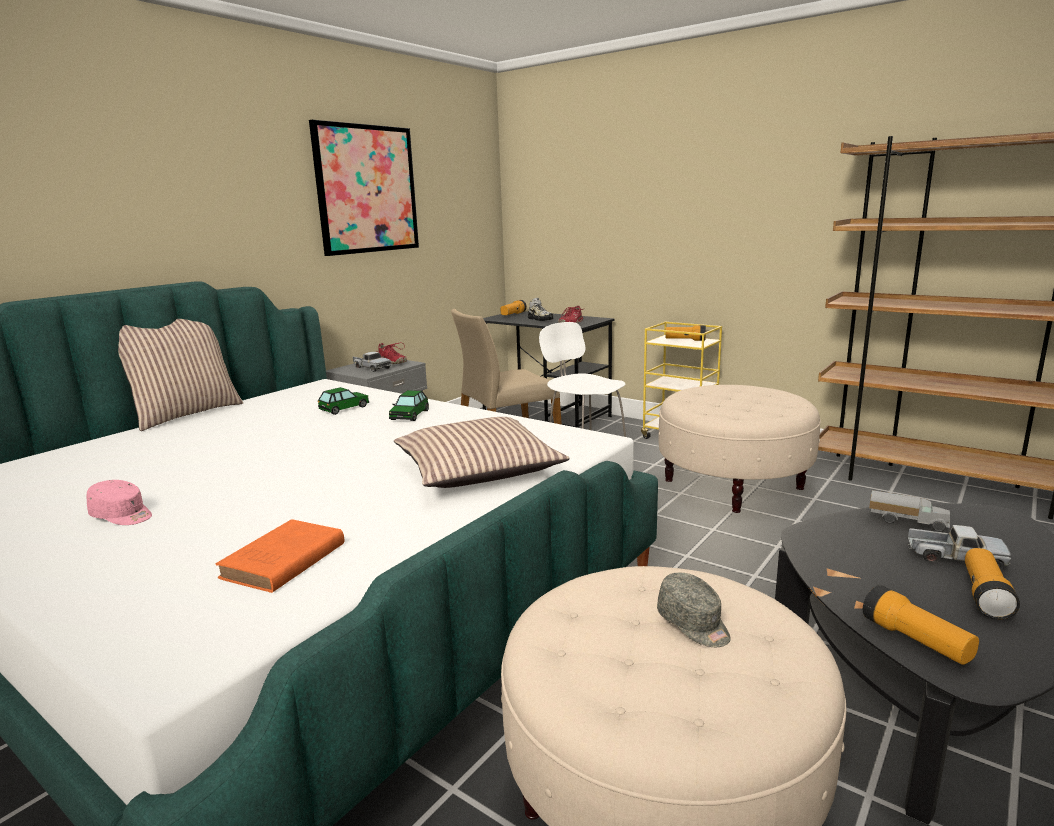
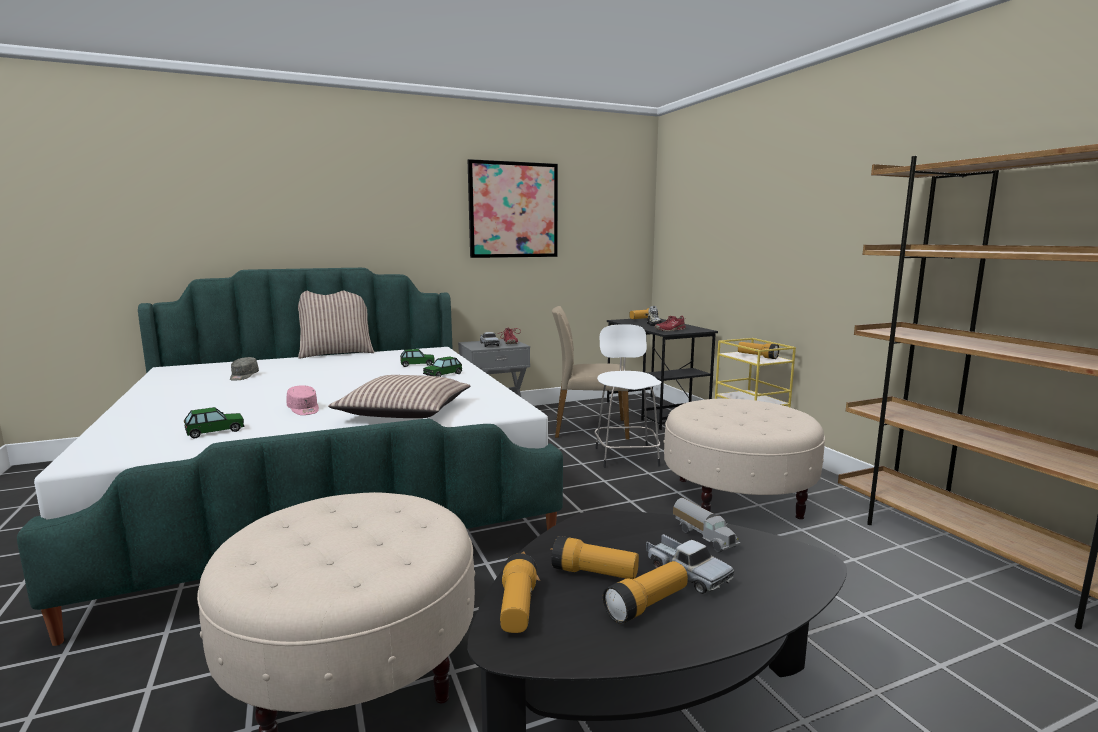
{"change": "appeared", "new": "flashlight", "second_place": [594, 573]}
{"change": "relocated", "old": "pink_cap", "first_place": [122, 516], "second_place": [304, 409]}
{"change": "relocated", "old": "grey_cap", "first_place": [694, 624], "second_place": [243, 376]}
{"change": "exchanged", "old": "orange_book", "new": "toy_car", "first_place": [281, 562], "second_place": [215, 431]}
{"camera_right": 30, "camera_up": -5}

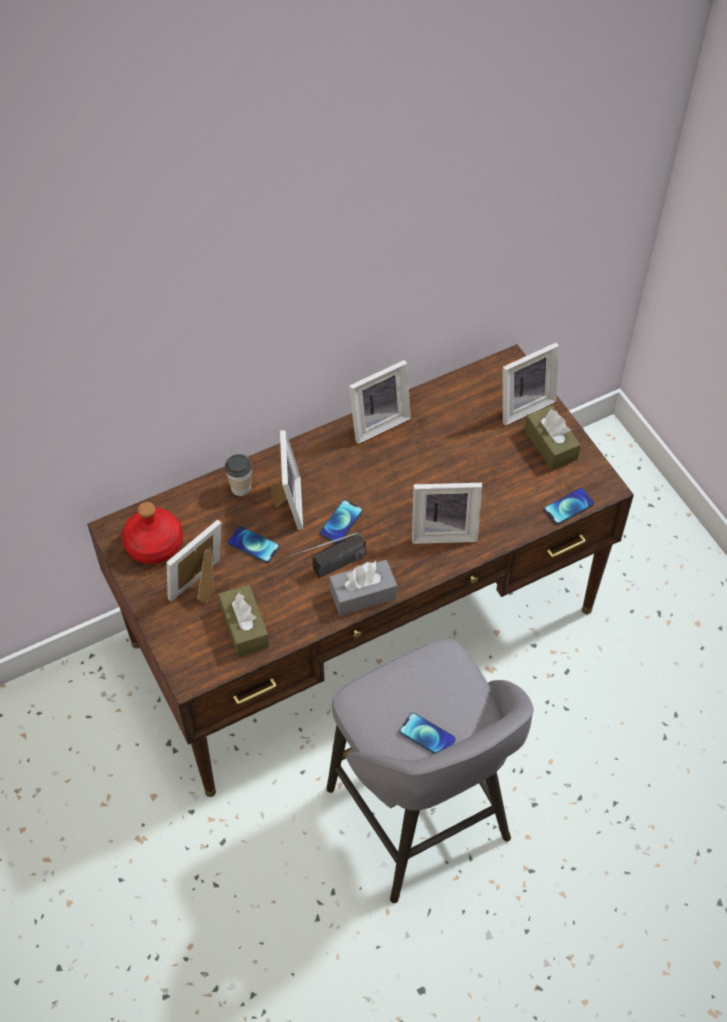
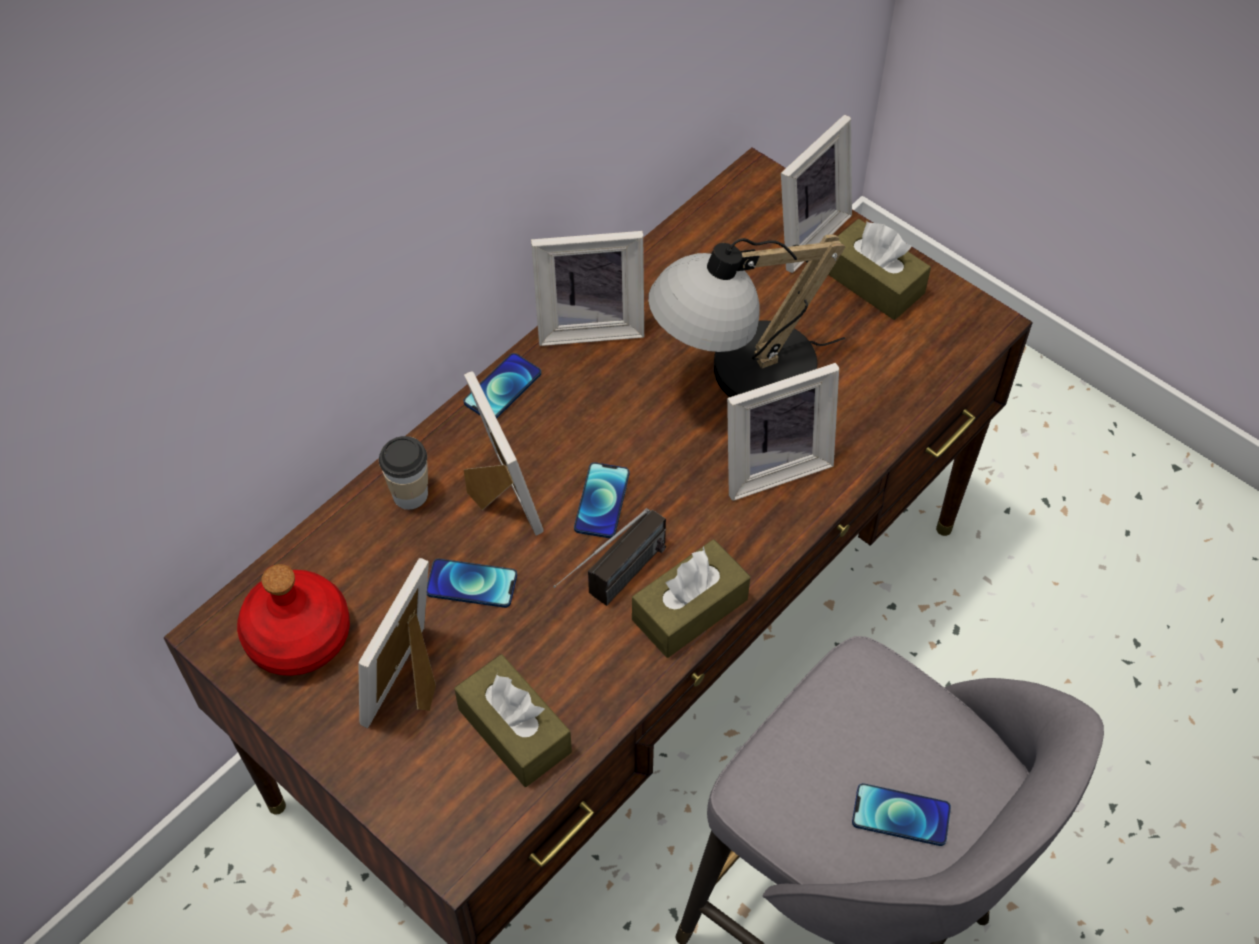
{"change": "appeared", "new": "table_lamp", "second_place": [738, 379]}
{"change": "relocated", "old": "phone", "first_place": [569, 507], "second_place": [502, 388]}
{"change": "colour", "old": "grey_tissue_box", "new": "brown_tissue_box", "first_place": [363, 594], "second_place": [690, 609]}
{"change": "spun", "old": "picture_frame", "first_place": [377, 422], "second_place": [589, 324], "degrees": 45}
{"camera_right": -20, "camera_up": 0}

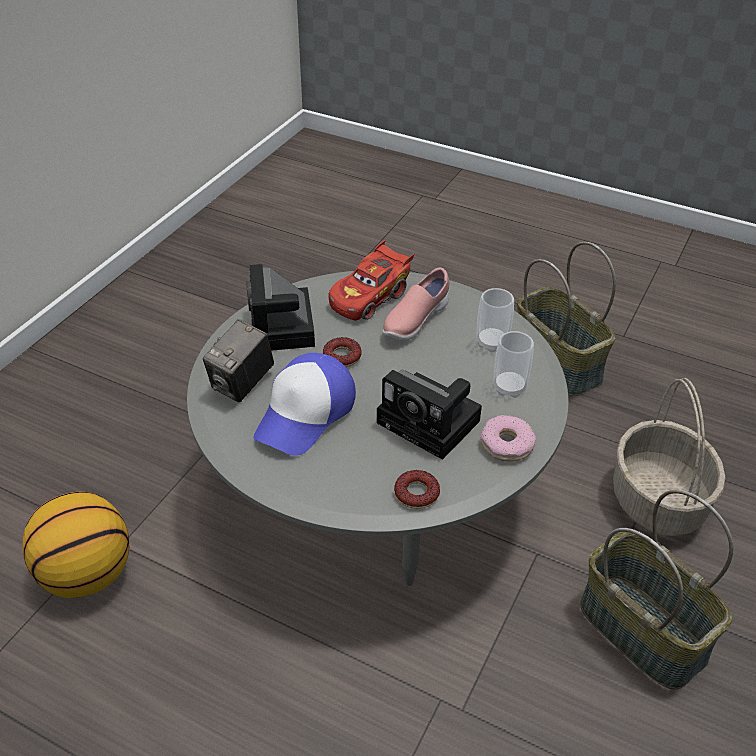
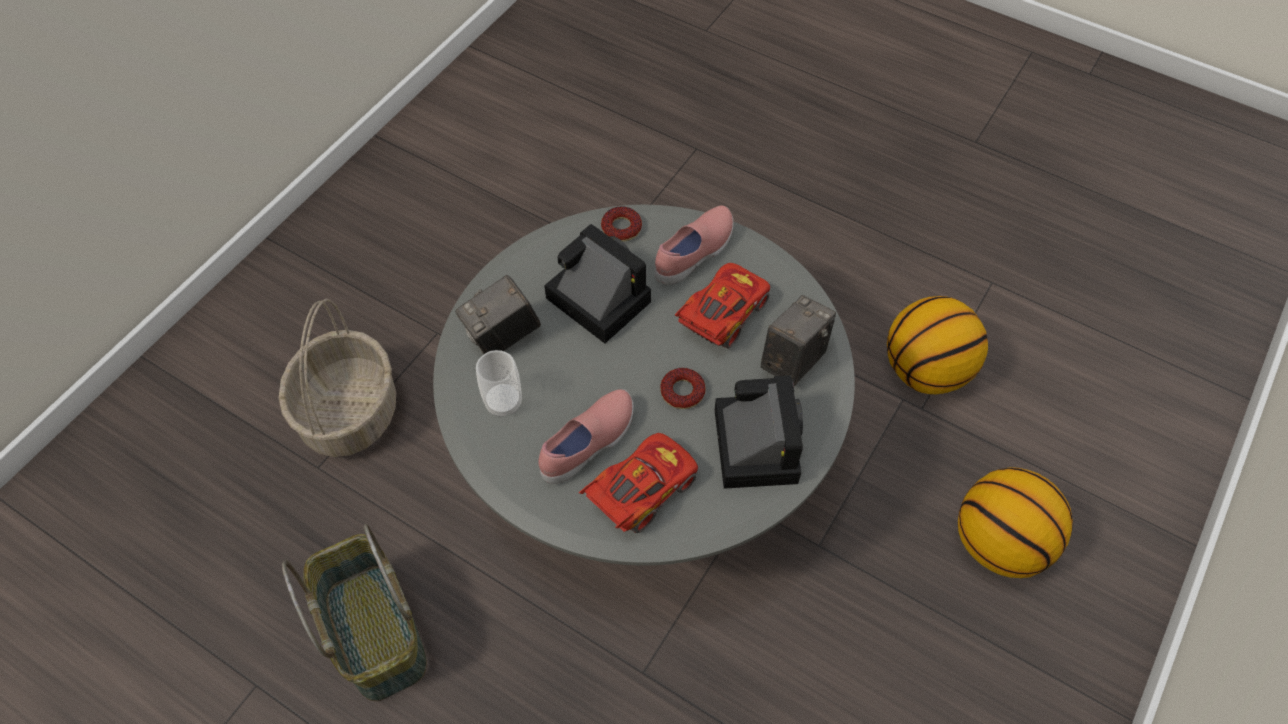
{"change": "missing", "old": "donut", "first_place": [507, 444]}
{"change": "missing", "old": "basket", "first_place": [644, 631]}
{"change": "appeared", "new": "pink_shoe", "second_place": [695, 254]}
{"change": "appeared", "new": "basketball", "second_place": [998, 543]}
{"change": "exchanged", "old": "cap", "new": "red_toy_car", "first_place": [306, 414], "second_place": [722, 316]}
{"change": "exchanged", "old": "cup", "new": "photo_camera", "first_place": [509, 387], "second_place": [503, 337]}
{"camera_right": -175, "camera_up": 15}

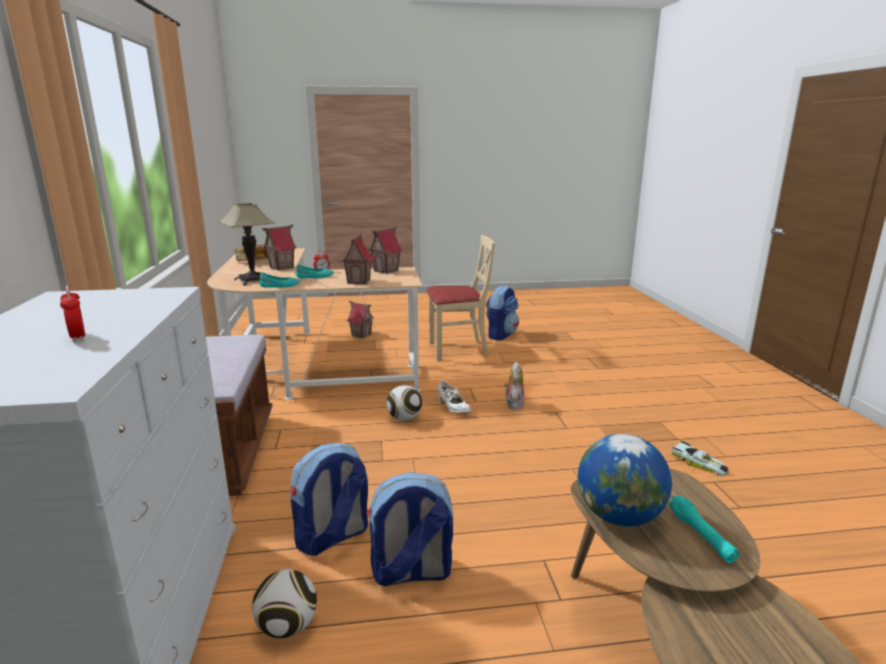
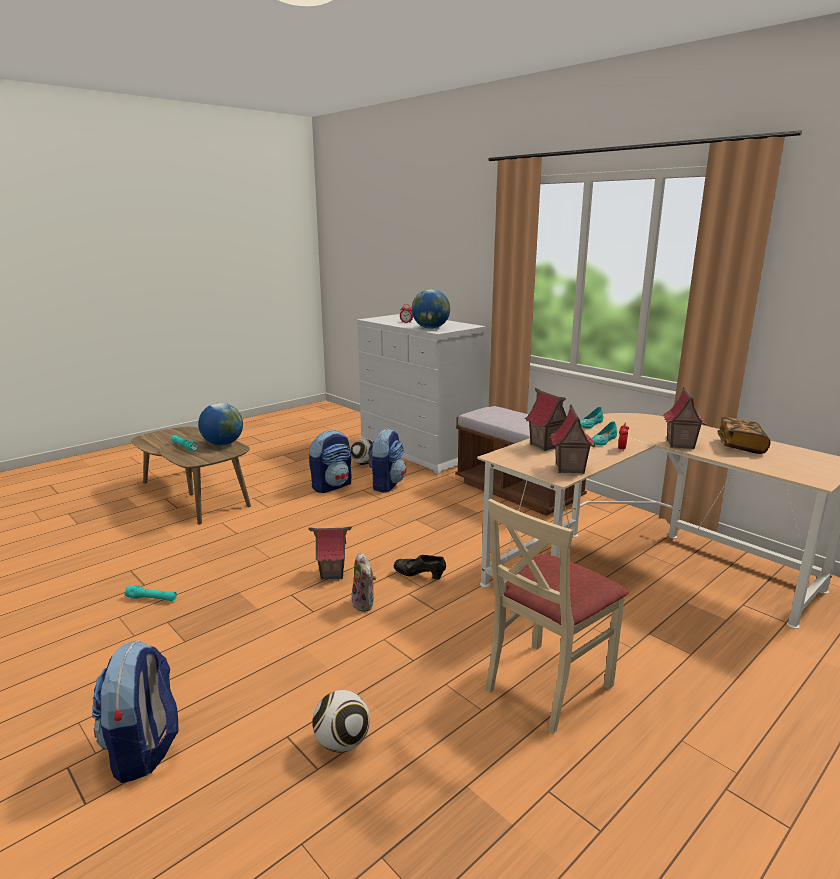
{"change": "missing", "old": "table_lamp", "first_place": [253, 280]}
{"change": "appeared", "new": "globe", "second_place": [430, 328]}
{"change": "relocated", "old": "toy_house", "first_place": [361, 335], "second_place": [332, 574]}
{"change": "relocated", "old": "football", "first_place": [404, 418], "second_place": [343, 743]}
{"change": "relocated", "old": "backpack", "first_place": [501, 335], "second_place": [144, 750]}
{"change": "exchanged", "old": "toy_car", "new": "turquoise_flashlight", "first_place": [699, 463], "second_place": [151, 598]}
{"change": "colour", "old": "white_shoe", "new": "black_shoe", "first_place": [453, 409], "second_place": [419, 576]}
{"camera_right": 145, "camera_up": 0}

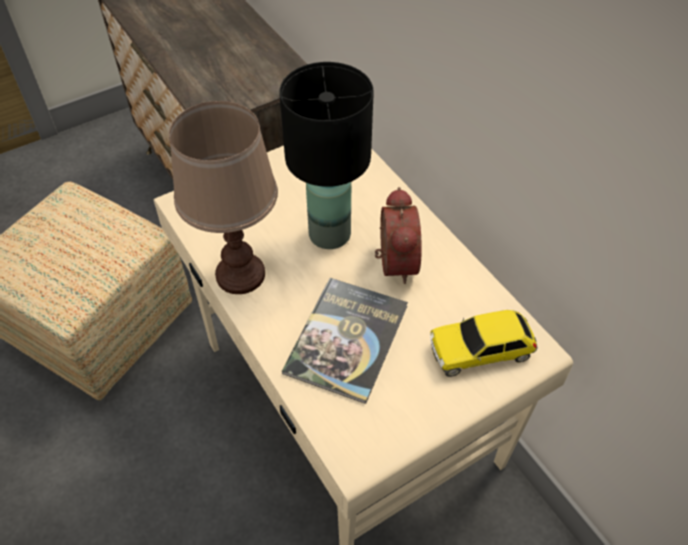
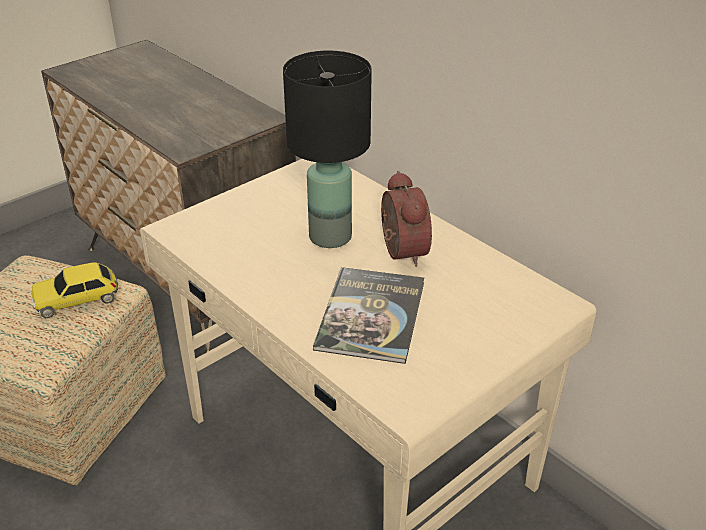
{"change": "missing", "old": "brown_table_lamp", "first_place": [239, 275]}
{"change": "relocated", "old": "toy_car", "first_place": [480, 350], "second_place": [77, 300]}
{"camera_right": -10, "camera_up": -15}

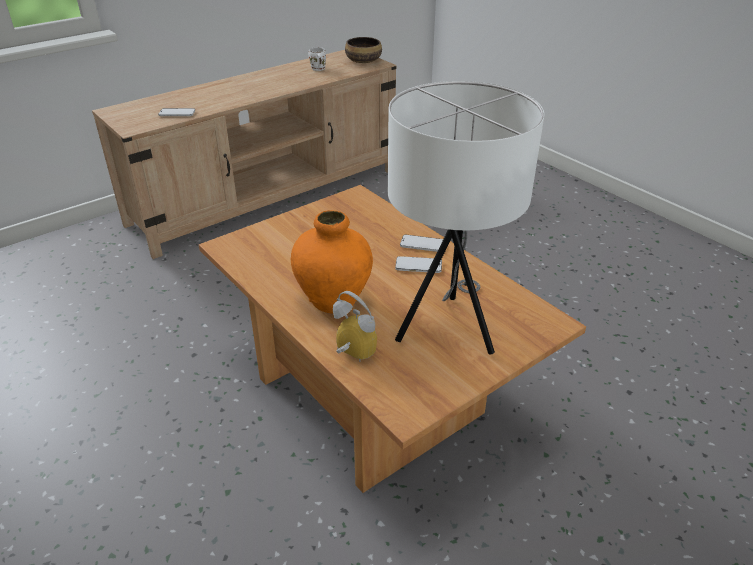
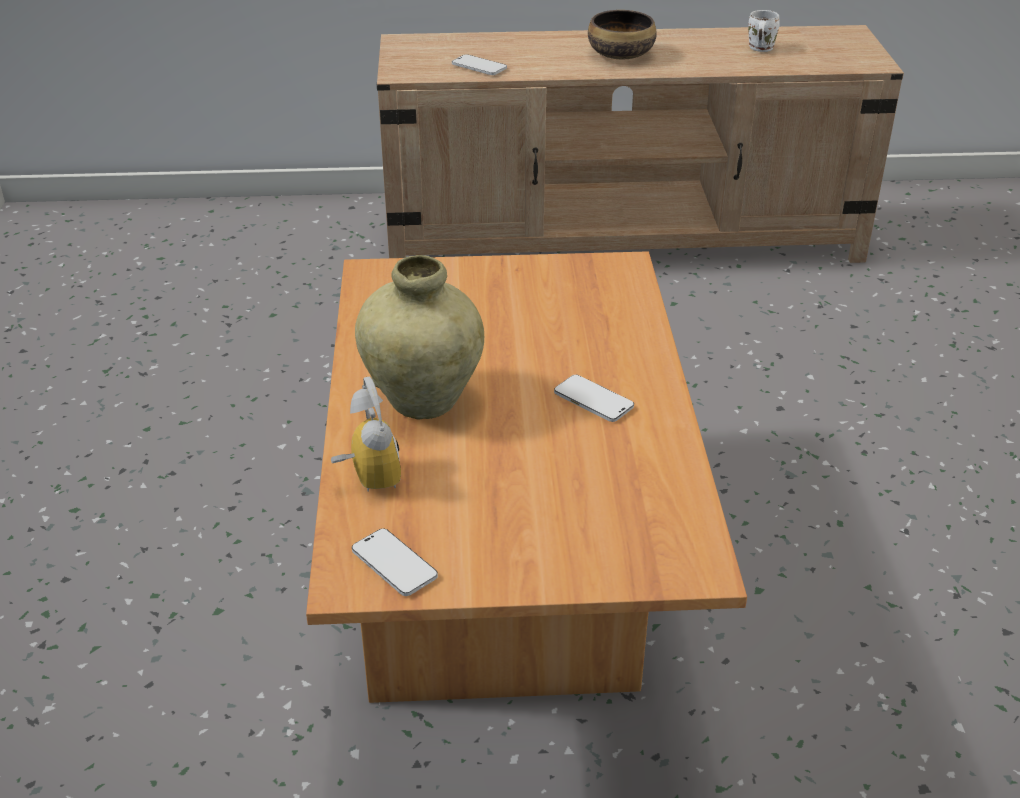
{"change": "missing", "old": "white_table_lamp", "first_place": [449, 327]}
{"change": "relocated", "old": "bowl", "first_place": [363, 60], "second_place": [621, 54]}
{"change": "relocated", "old": "phone", "first_place": [422, 245], "second_place": [394, 564]}
{"change": "colour", "old": "orange_vase", "new": "beige_vase", "first_place": [333, 302], "second_place": [423, 400]}
{"camera_right": 35, "camera_up": 0}

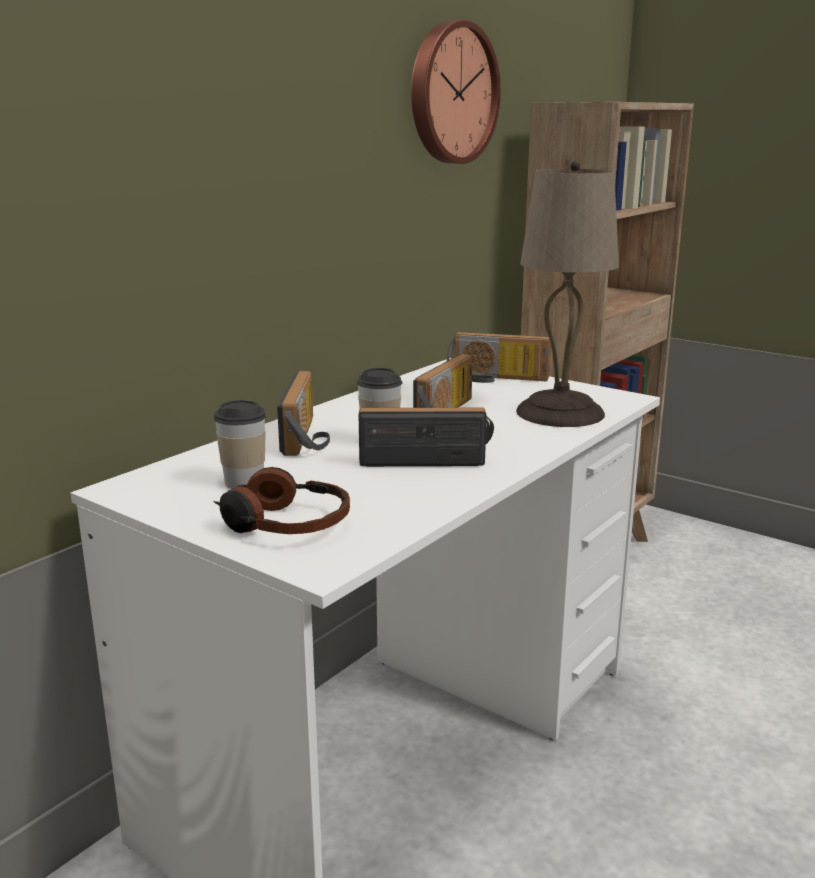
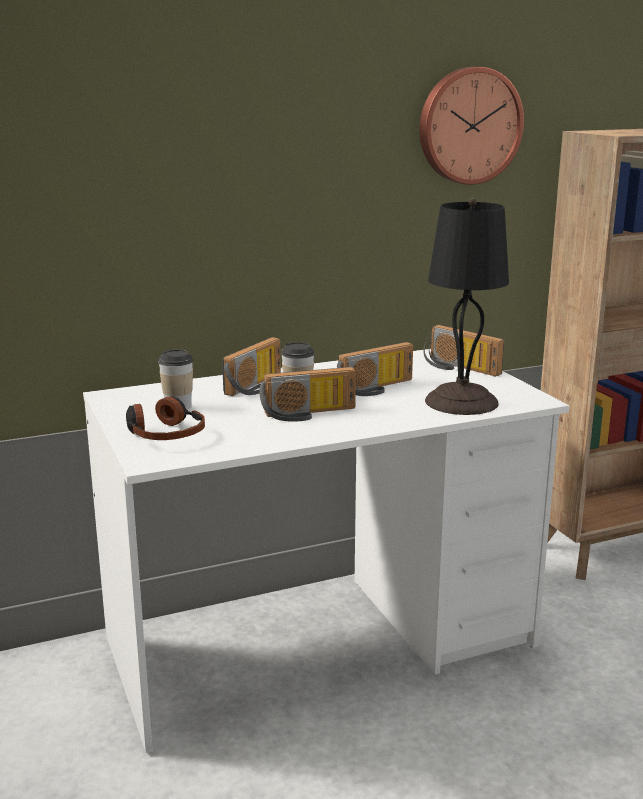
{"change": "colour", "old": "beige_table_lamp", "new": "black_table_lamp", "first_place": [561, 412], "second_place": [463, 401]}
{"change": "spun", "old": "radio", "first_place": [426, 458], "second_place": [309, 414], "degrees": 135}
{"camera_right": 30, "camera_up": 0}

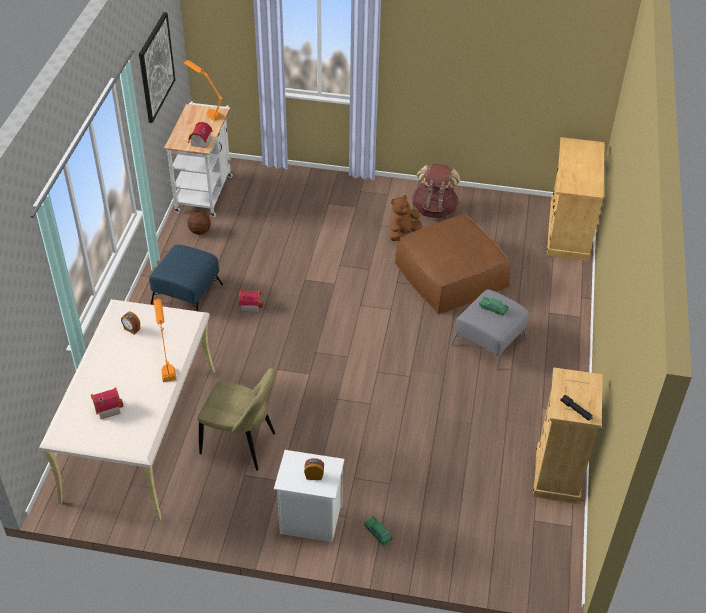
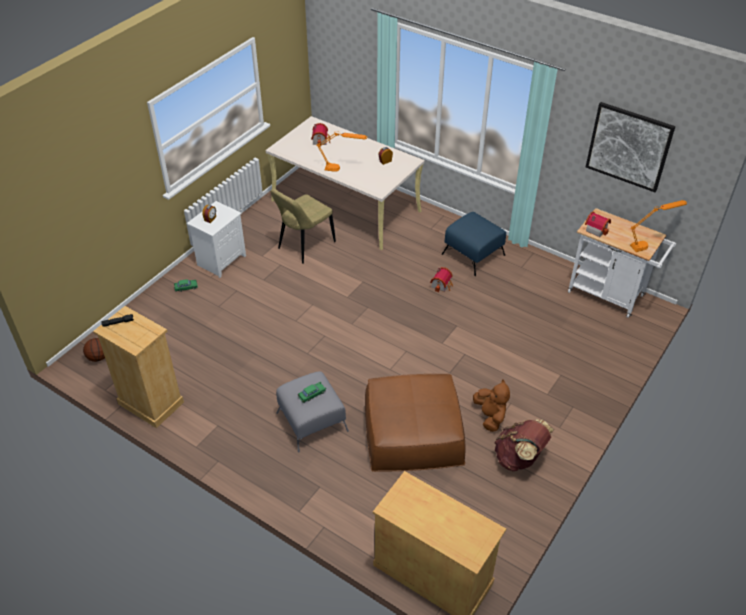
{"change": "relocated", "old": "basketball", "first_place": [200, 231], "second_place": [98, 357]}
{"camera_right": 115, "camera_up": 0}

